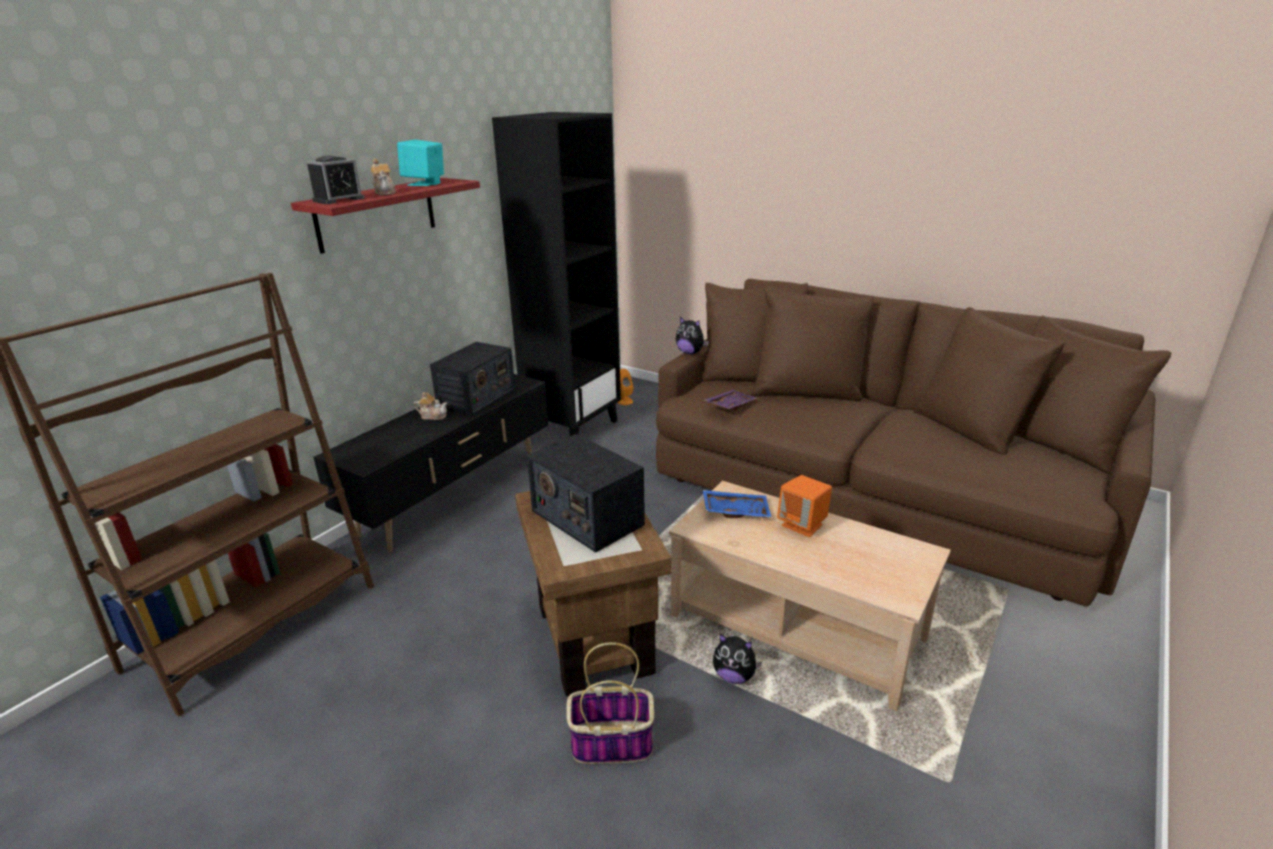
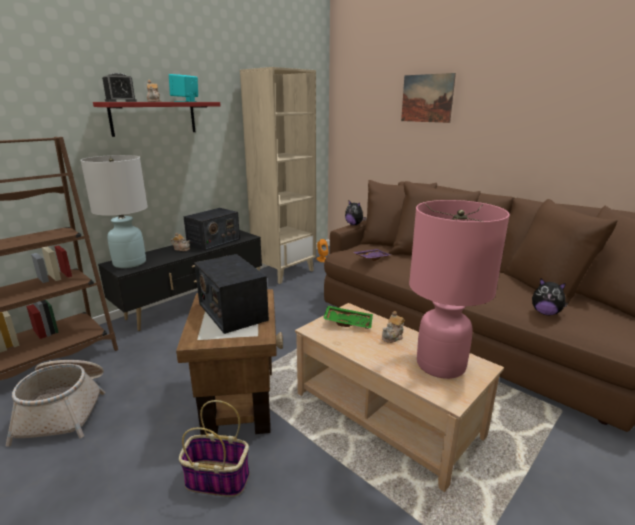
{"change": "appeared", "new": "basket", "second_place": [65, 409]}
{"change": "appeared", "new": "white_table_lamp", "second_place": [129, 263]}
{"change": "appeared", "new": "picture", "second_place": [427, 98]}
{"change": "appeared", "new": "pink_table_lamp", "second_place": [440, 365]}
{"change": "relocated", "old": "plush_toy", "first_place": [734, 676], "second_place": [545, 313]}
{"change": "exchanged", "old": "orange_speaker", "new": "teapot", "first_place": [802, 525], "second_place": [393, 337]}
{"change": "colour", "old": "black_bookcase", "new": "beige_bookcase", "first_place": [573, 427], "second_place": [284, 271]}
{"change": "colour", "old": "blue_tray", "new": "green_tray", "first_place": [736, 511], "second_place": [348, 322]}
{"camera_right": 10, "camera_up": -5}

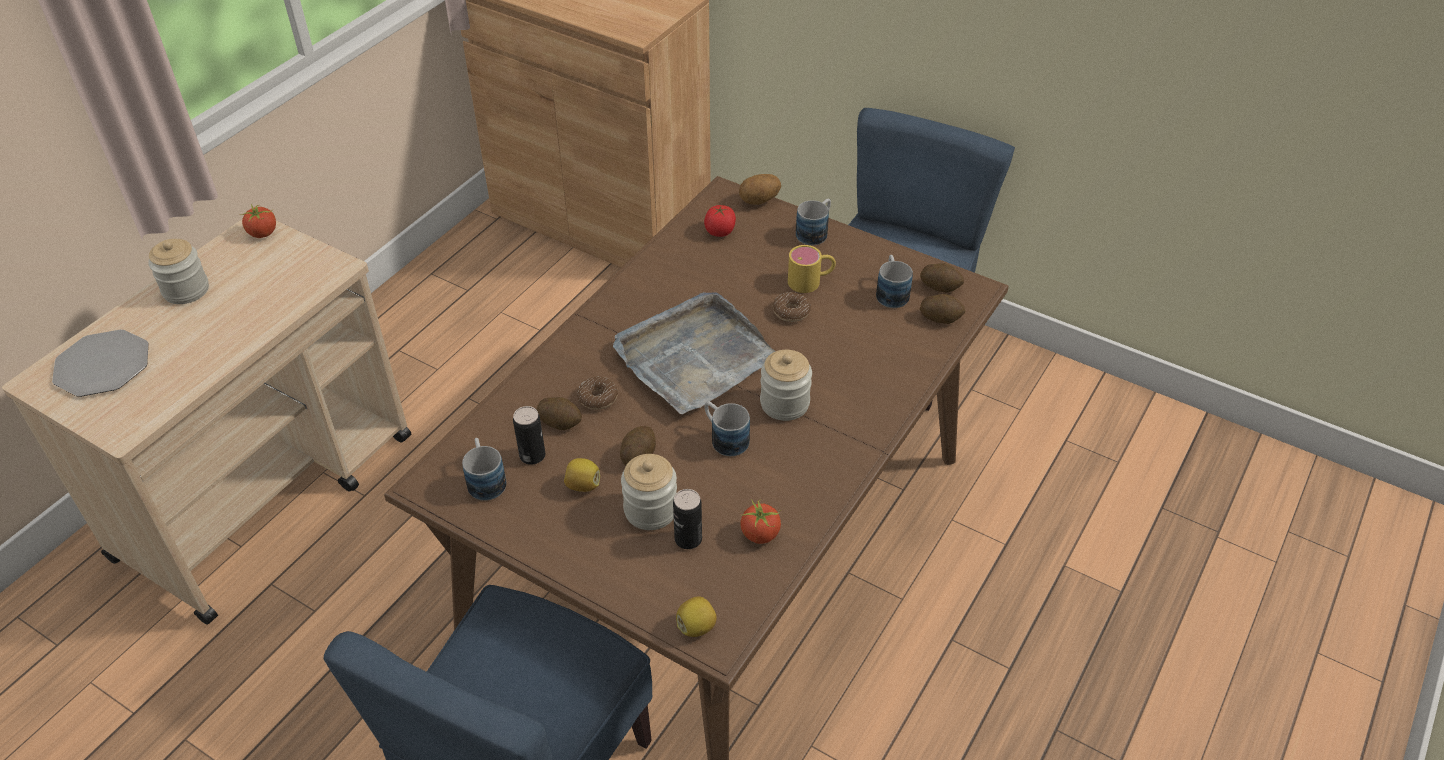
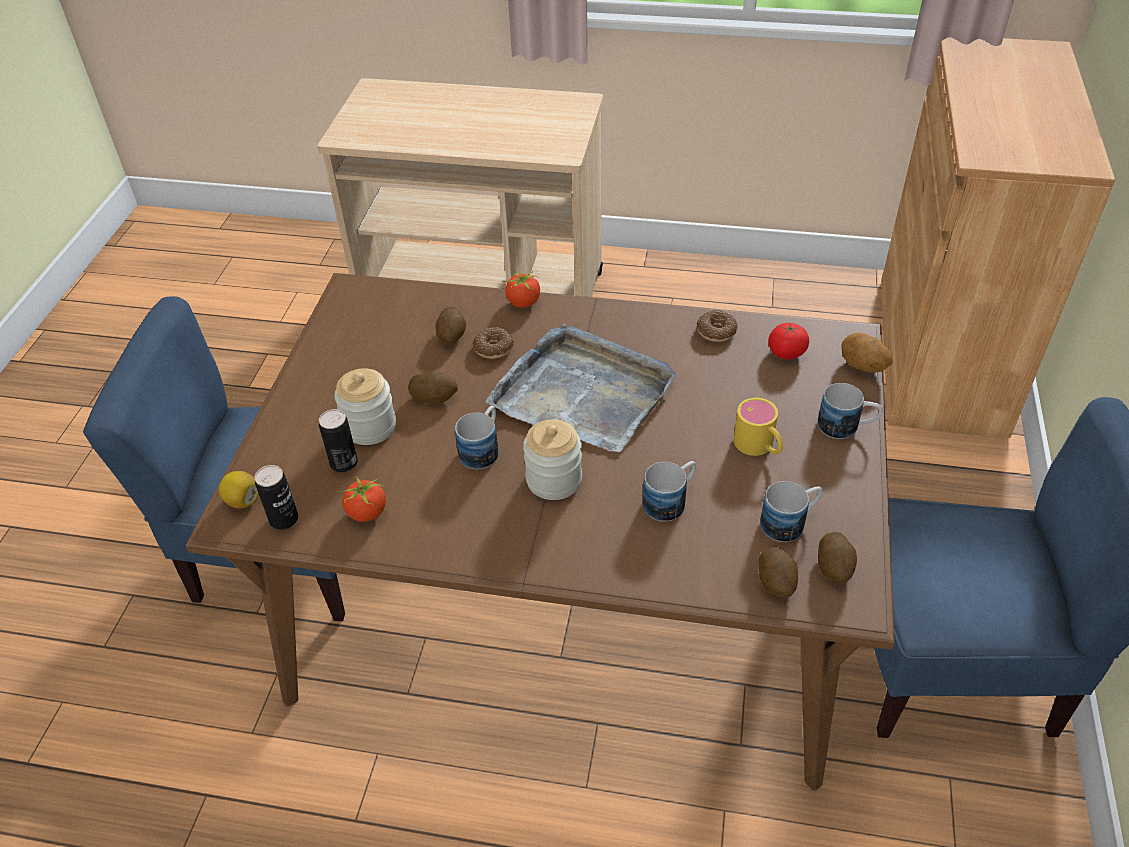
{"change": "missing", "old": "plate", "first_place": [103, 365]}
{"change": "missing", "old": "jar", "first_place": [186, 290]}
{"change": "missing", "old": "lemon", "first_place": [583, 485]}
{"change": "relocated", "old": "tomato", "first_place": [263, 233], "second_place": [523, 303]}
{"change": "relocated", "old": "mug", "first_place": [485, 479], "second_place": [671, 501]}
{"change": "relocated", "old": "can", "first_place": [532, 455], "second_place": [284, 519]}
{"change": "relocated", "old": "donut", "first_place": [791, 312], "second_place": [716, 331]}
{"camera_right": 70, "camera_up": 0}

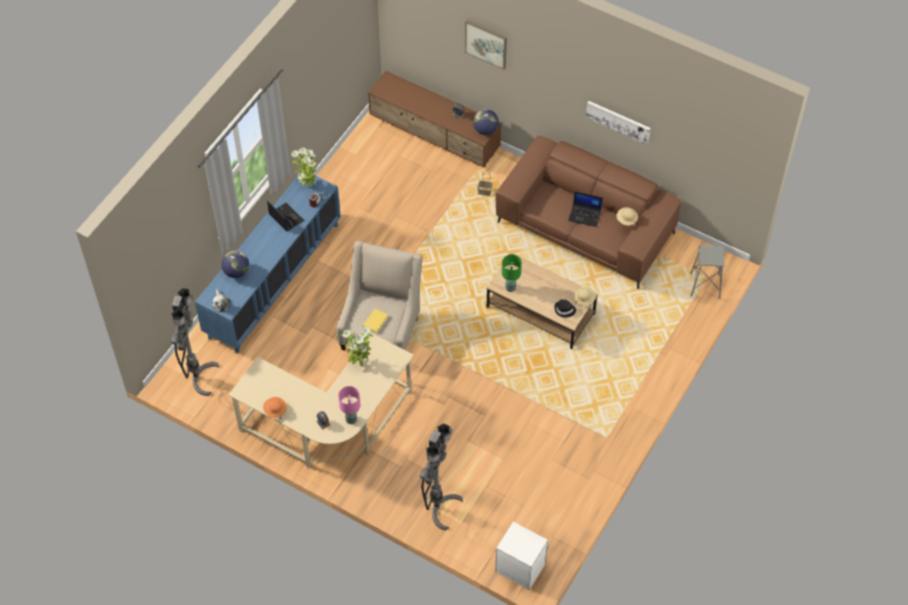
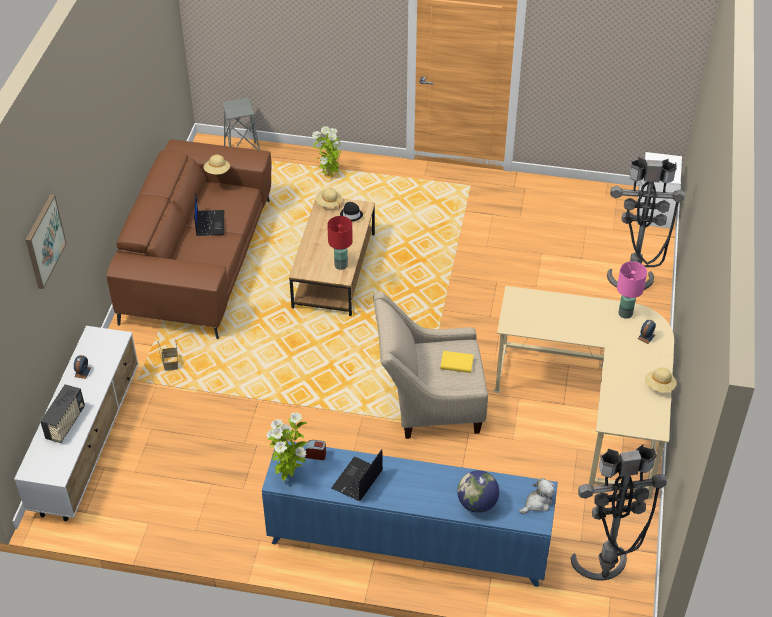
{"change": "missing", "old": "globe", "first_place": [485, 130]}
{"change": "missing", "old": "picture", "first_place": [618, 121]}
{"change": "appeared", "new": "radio", "second_place": [66, 423]}
{"change": "relocated", "old": "potted_plant", "first_place": [359, 361], "second_place": [329, 176]}
{"change": "colour", "old": "orange_hat", "new": "beige_hat", "first_place": [275, 410], "second_place": [659, 386]}
{"change": "colour", "old": "brown_tv_stand", "new": "white_tv_stand", "first_place": [435, 136], "second_place": [88, 442]}
{"change": "colour", "old": "green_table_lamp", "new": "red_table_lamp", "first_place": [510, 288], "second_place": [341, 265]}
{"camera_right": -110, "camera_up": -10}

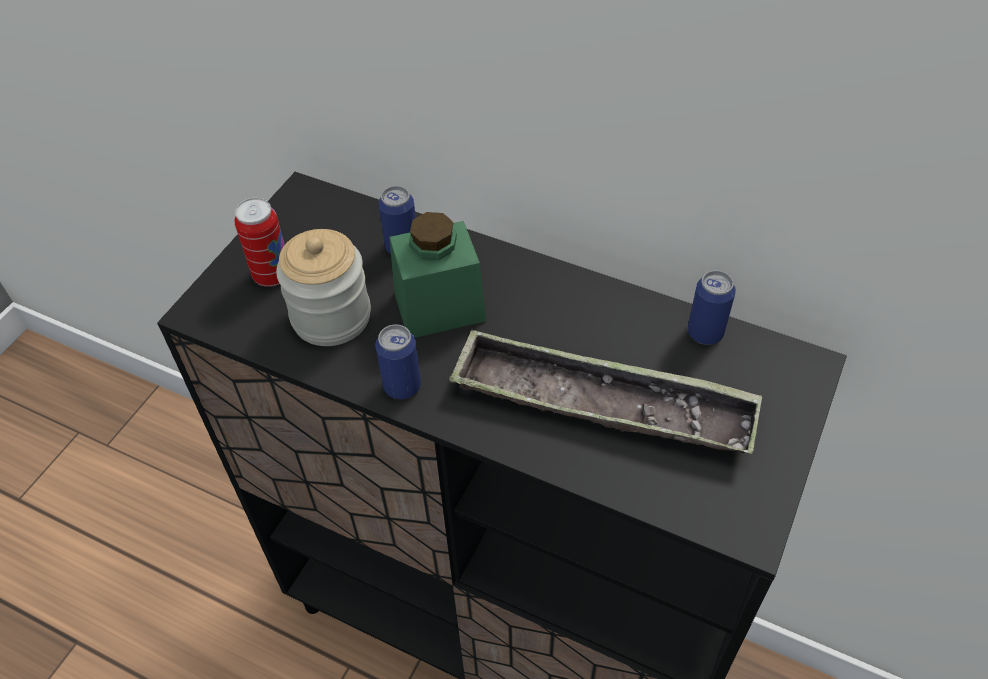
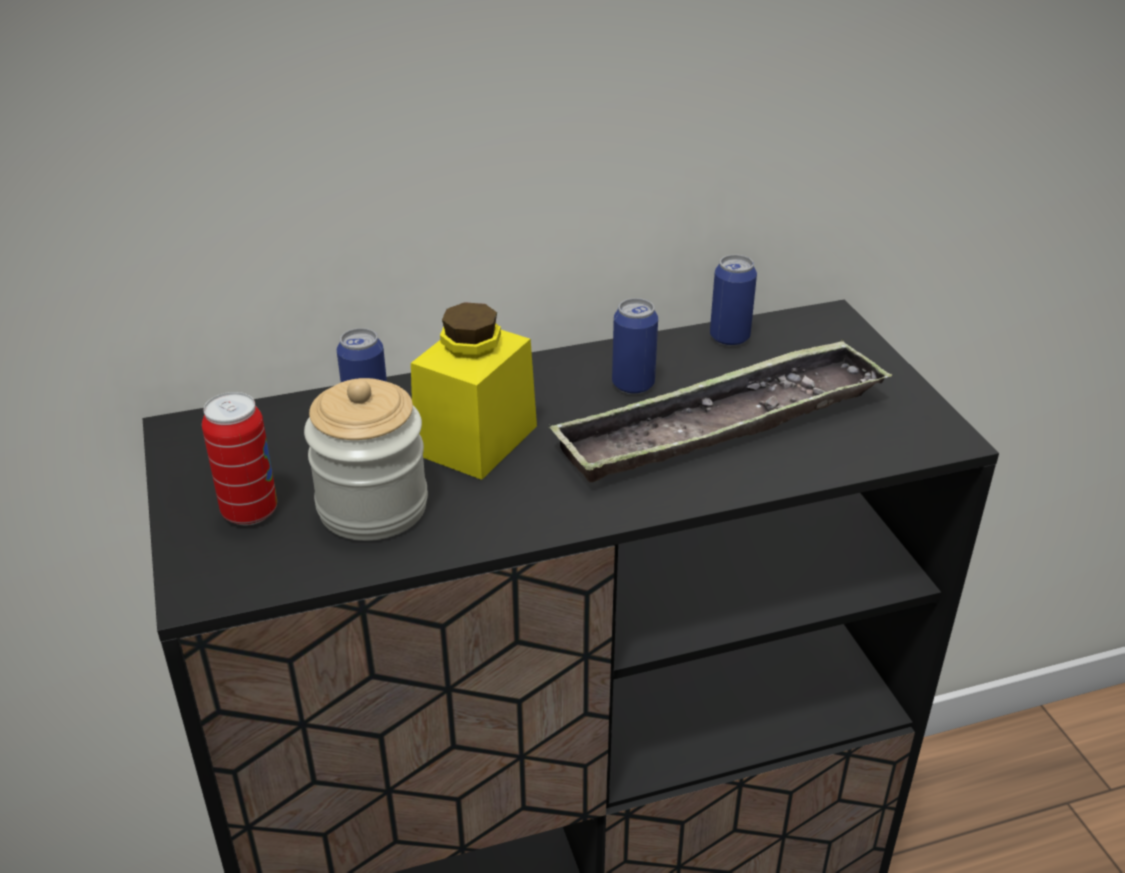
{"change": "relocated", "old": "can", "first_place": [402, 386], "second_place": [633, 384]}
{"change": "colour", "old": "green_jar", "new": "yellow_jar", "first_place": [439, 307], "second_place": [476, 440]}
{"camera_right": -45, "camera_up": -15}

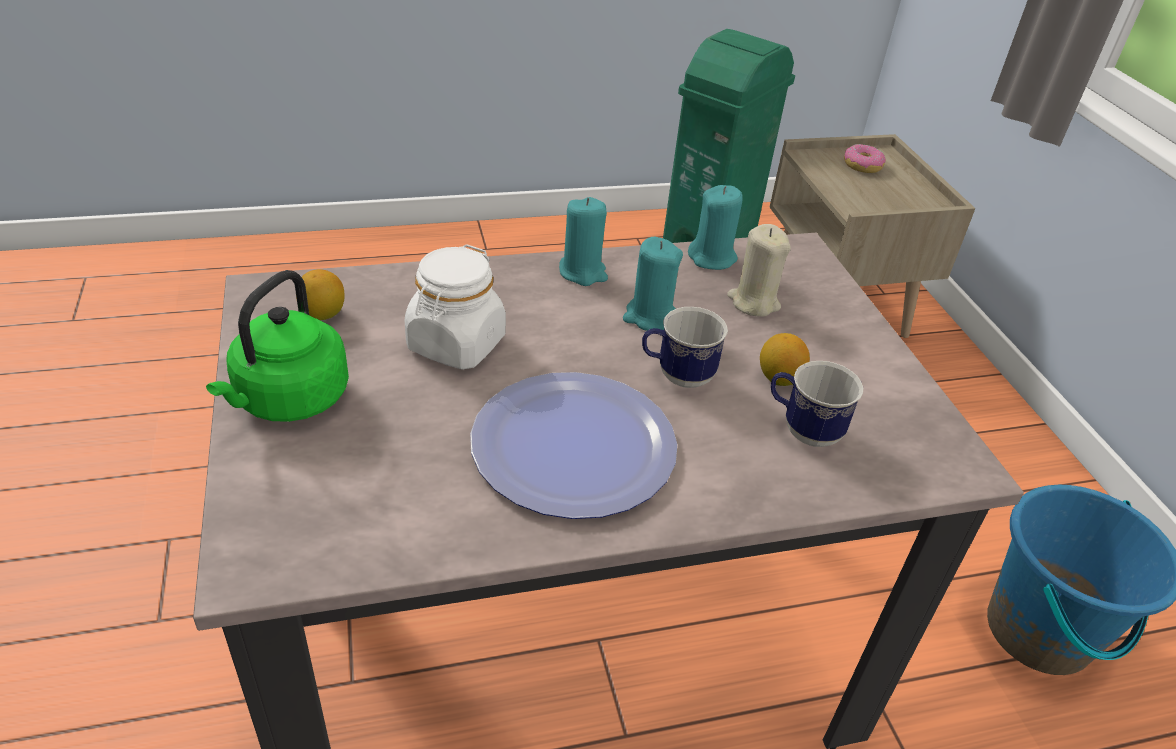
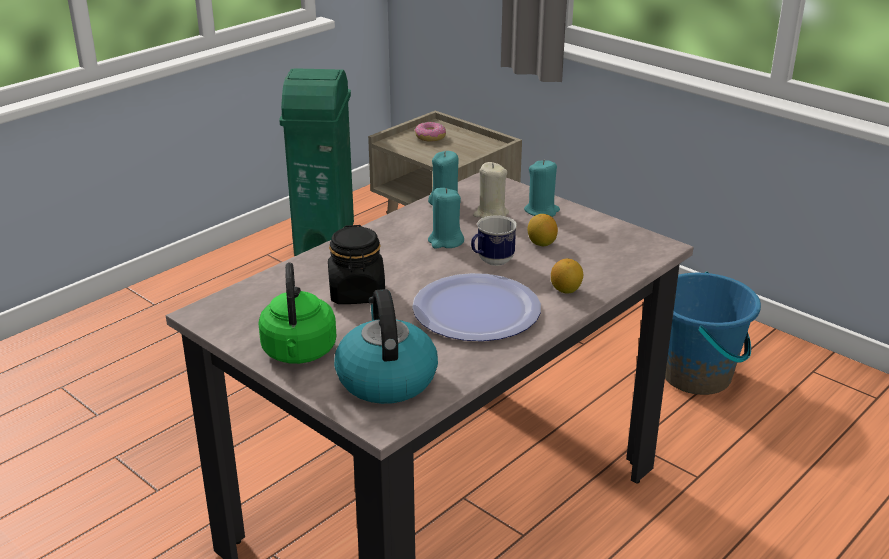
{"change": "missing", "old": "mug", "first_place": [802, 430]}
{"change": "appeared", "new": "kettle", "second_place": [385, 378]}
{"change": "relocated", "old": "lemon", "first_place": [323, 314], "second_place": [566, 290]}
{"change": "relocated", "old": "turquoise_candle", "first_place": [583, 272], "second_place": [541, 211]}
{"change": "colour", "old": "white_jar", "new": "black_jar", "first_place": [456, 344], "second_place": [357, 293]}
{"camera_right": -30, "camera_up": -10}

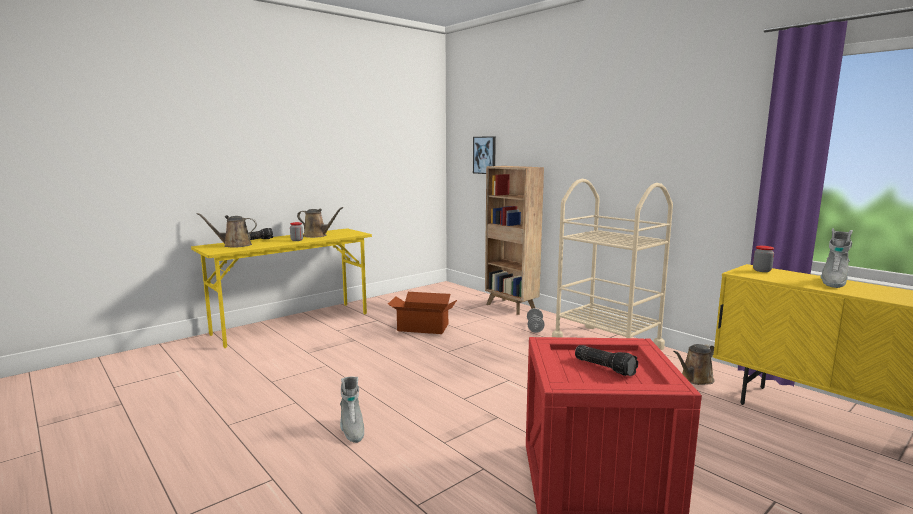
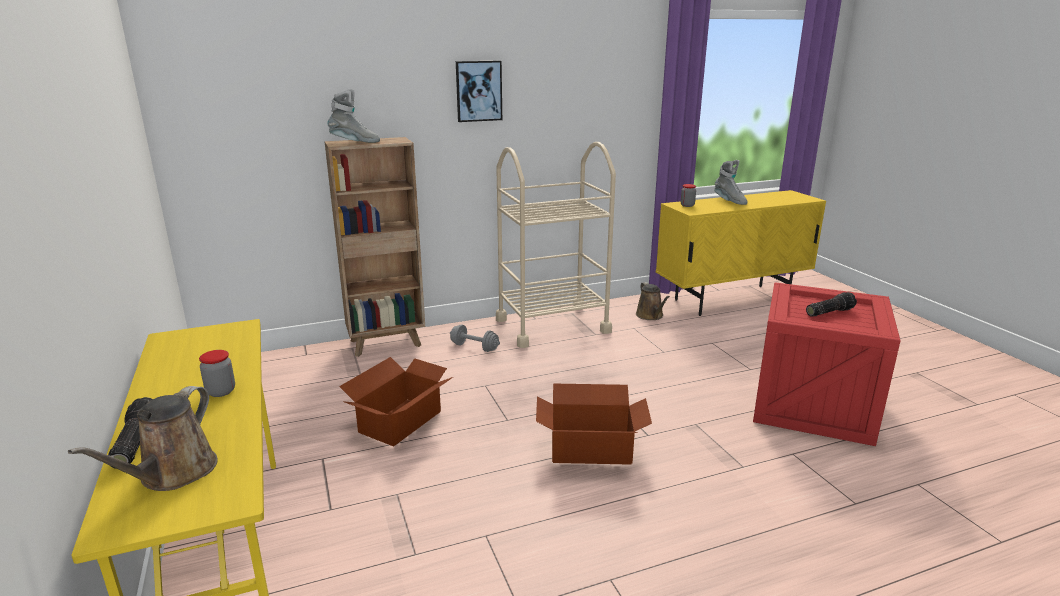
{"change": "missing", "old": "brown_watering_can", "first_place": [317, 235]}
{"change": "appeared", "new": "cardboard_box", "second_place": [590, 448]}
{"change": "relocated", "old": "grey_boot", "first_place": [351, 429], "second_place": [354, 142]}
{"change": "relocated", "old": "picture", "first_place": [485, 155], "second_place": [478, 91]}
{"camera_right": -70, "camera_up": 10}

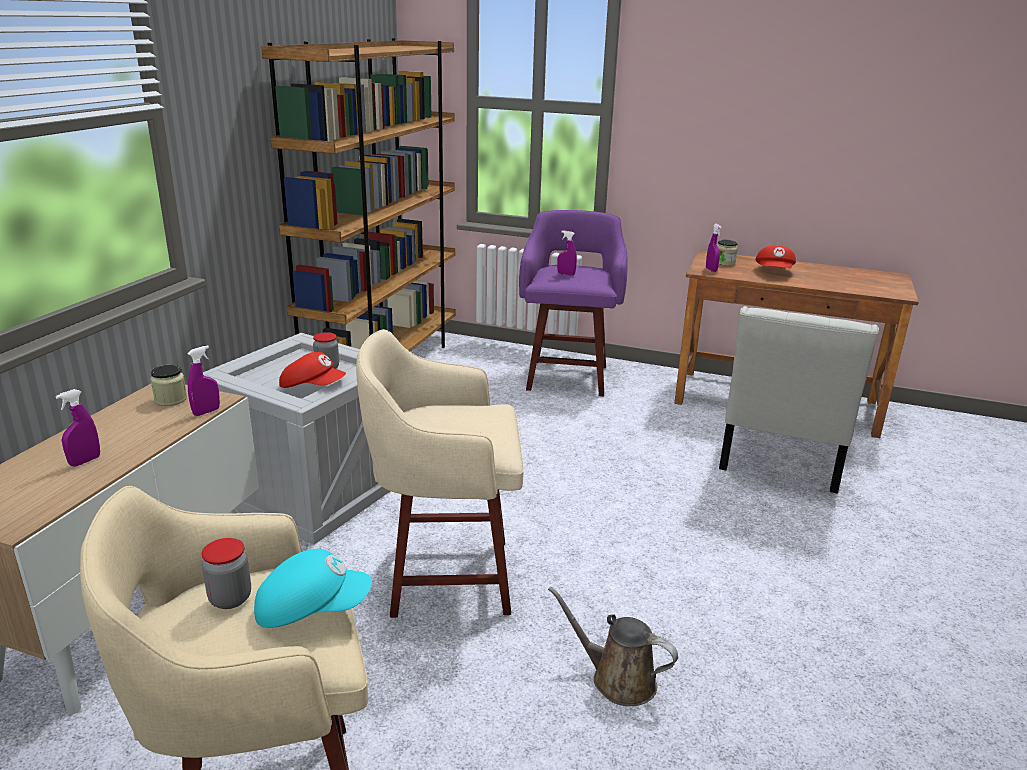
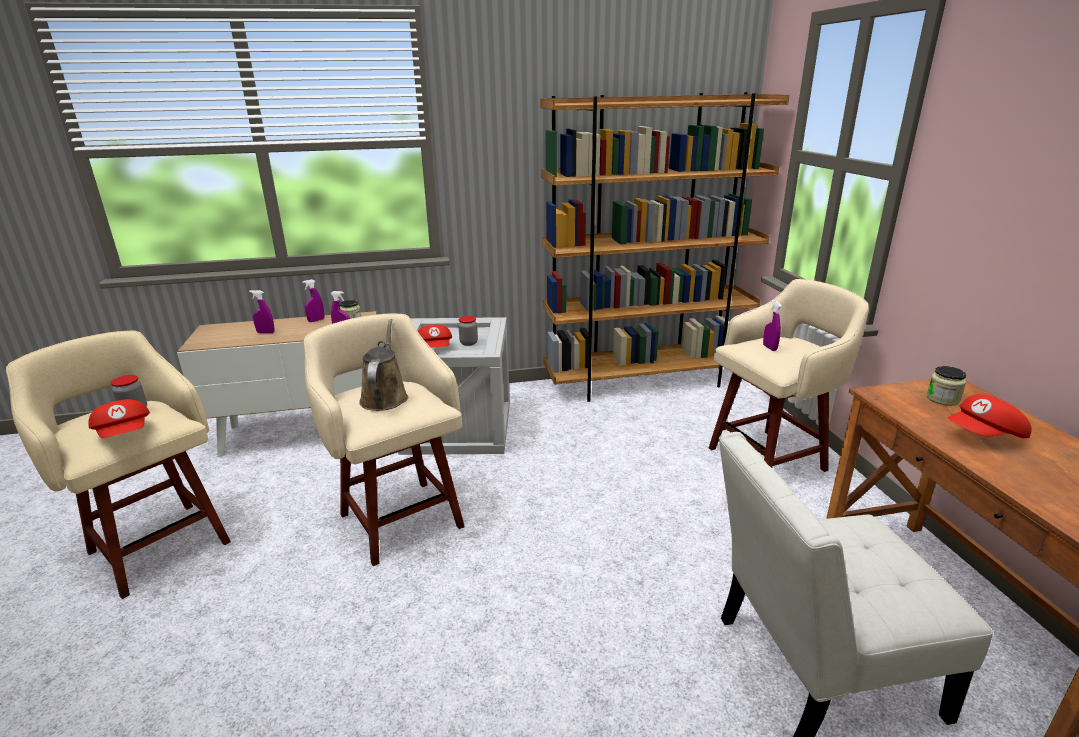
{"change": "relocated", "old": "brown_watering_can", "first_place": [617, 679], "second_place": [385, 397]}
{"change": "relocated", "old": "purple_spray_bottle", "first_place": [711, 270], "second_place": [316, 320]}
{"change": "colour", "old": "turquoise_cap", "new": "red_cap", "first_place": [312, 609], "second_place": [125, 434]}
{"change": "colour", "old": "purple_stool", "new": "beige_stool", "first_place": [567, 376], "second_place": [769, 458]}
{"camera_right": 60, "camera_up": 0}

